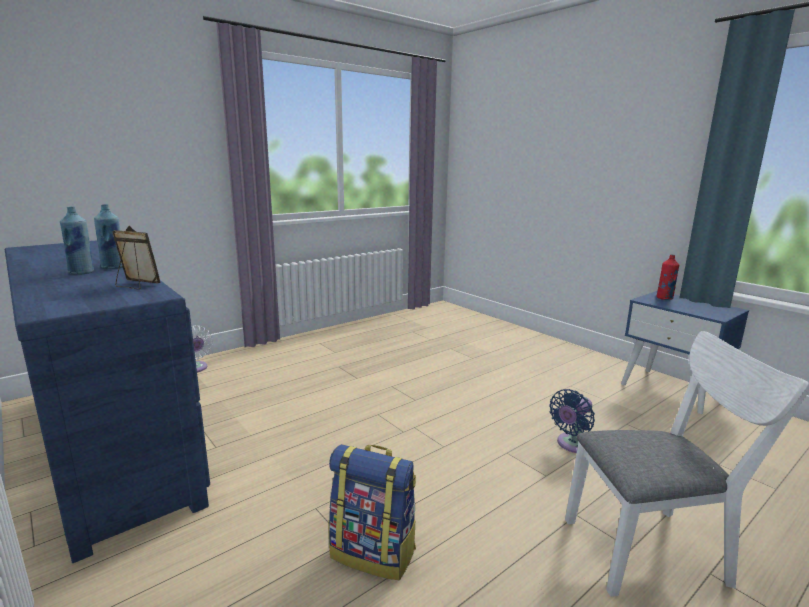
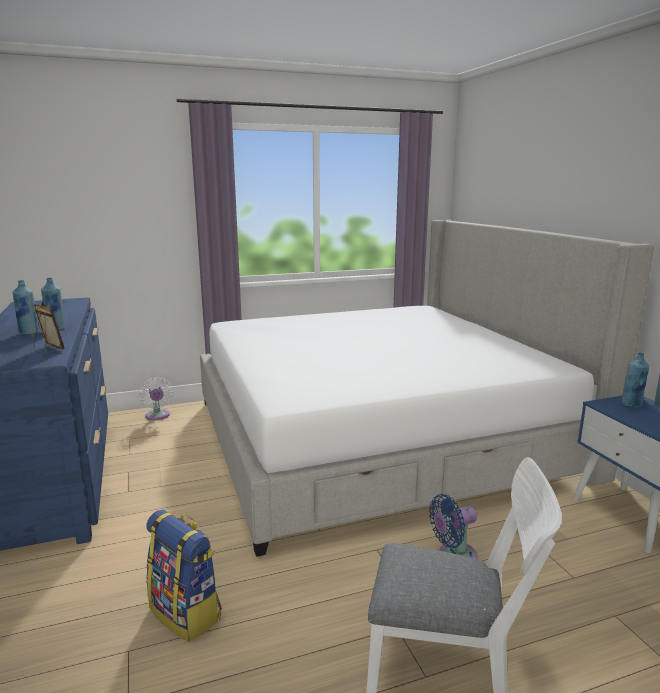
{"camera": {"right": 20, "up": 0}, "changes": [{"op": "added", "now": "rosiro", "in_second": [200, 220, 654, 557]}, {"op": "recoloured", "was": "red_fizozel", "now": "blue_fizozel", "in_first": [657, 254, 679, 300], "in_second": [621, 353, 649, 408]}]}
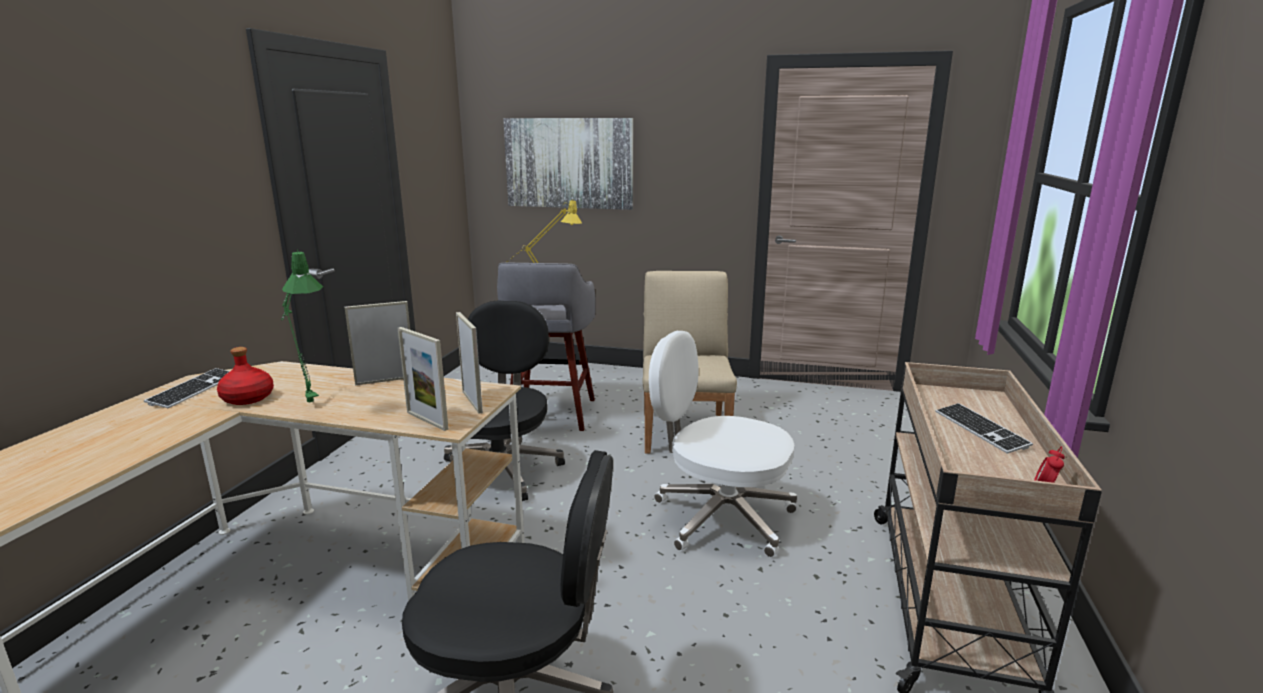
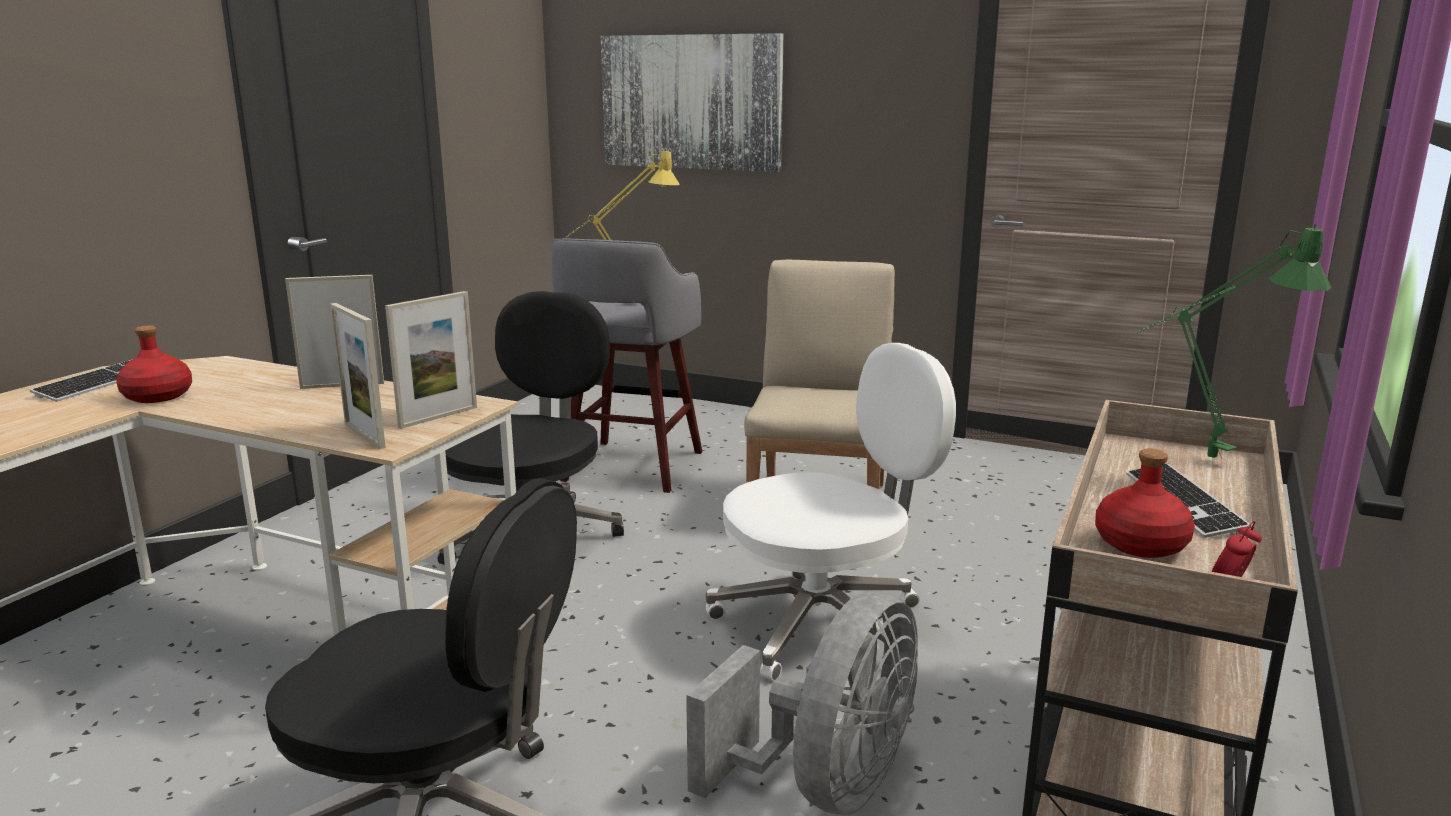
{"camera": {"right": 10, "up": 0}, "changes": [{"op": "added", "now": "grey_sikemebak", "in_second": [686, 592, 918, 815]}, {"op": "added", "now": "red_fizozel", "in_second": [1095, 449, 1195, 558]}, {"op": "moved", "was": "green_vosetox", "in_first": [281, 250, 323, 402], "in_second": [1137, 224, 1331, 458]}, {"op": "turned", "was": "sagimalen", "in_first": [456, 312, 483, 414], "in_second": [385, 291, 477, 429], "clockwise": 60}, {"op": "turned", "was": "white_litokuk", "in_first": [649, 331, 797, 558], "in_second": [706, 343, 956, 681], "clockwise": 120}]}
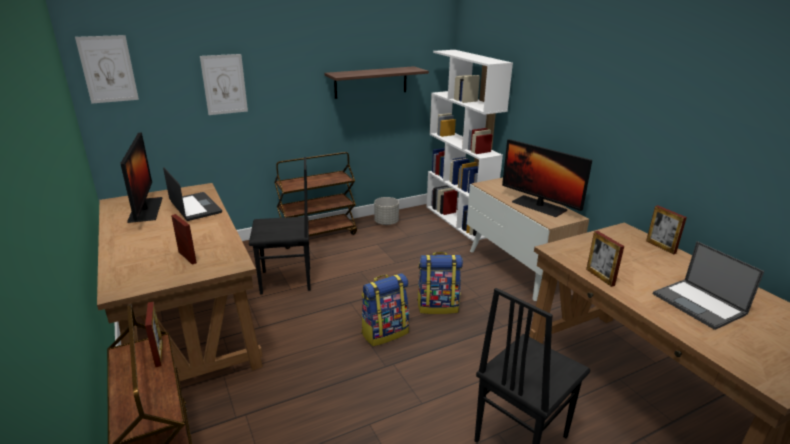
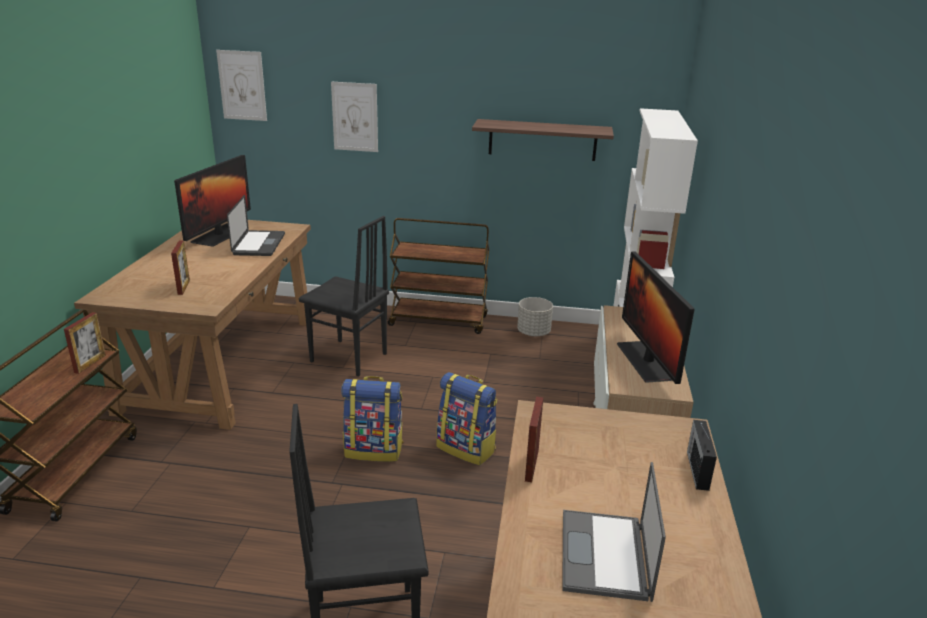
{"camera": {"right": 35, "up": 0}, "changes": [{"op": "replaced", "was": "sagimalen", "now": "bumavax", "in_first": [646, 205, 687, 255], "in_second": [687, 420, 717, 491]}]}
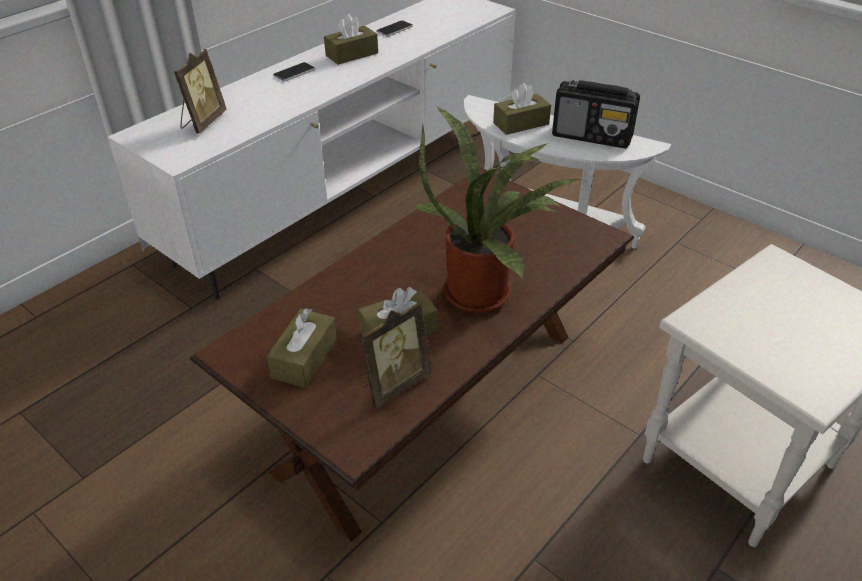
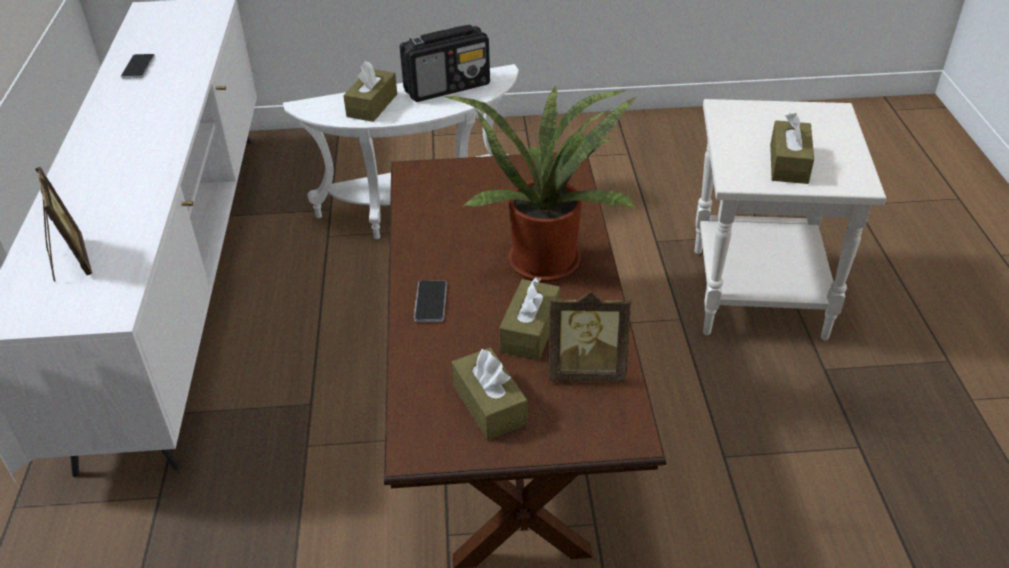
{"camera": {"right": -45, "up": 0}, "changes": [{"op": "moved", "was": "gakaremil", "in_first": [273, 62, 315, 82], "in_second": [414, 280, 447, 322]}, {"op": "moved", "was": "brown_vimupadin", "in_first": [324, 14, 378, 65], "in_second": [770, 113, 814, 184]}, {"op": "turned", "was": "sagimalen", "in_first": [359, 300, 431, 409], "in_second": [549, 291, 631, 382], "clockwise": 90}]}
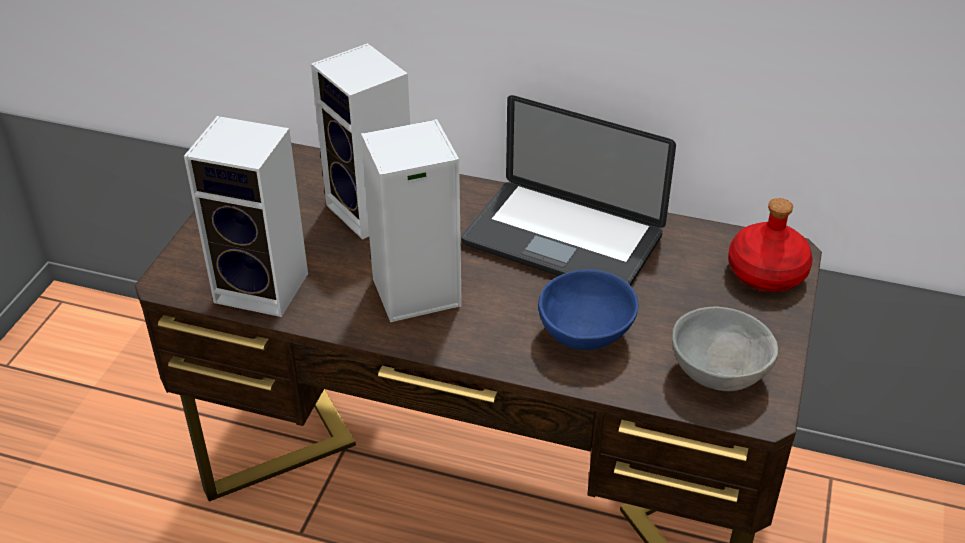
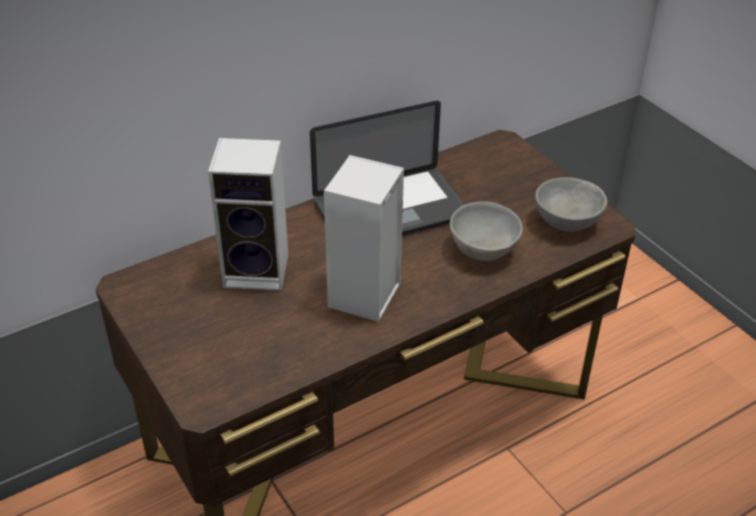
{"camera": {"right": -50, "up": 0}, "changes": [{"op": "removed", "was": "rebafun", "in_first": [184, 116, 308, 317]}, {"op": "removed", "was": "red_fizozel", "in_first": [728, 198, 813, 292]}, {"op": "recoloured", "was": "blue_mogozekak", "now": "grey_mogozekak", "in_first": [538, 269, 639, 350], "in_second": [450, 202, 523, 261]}]}
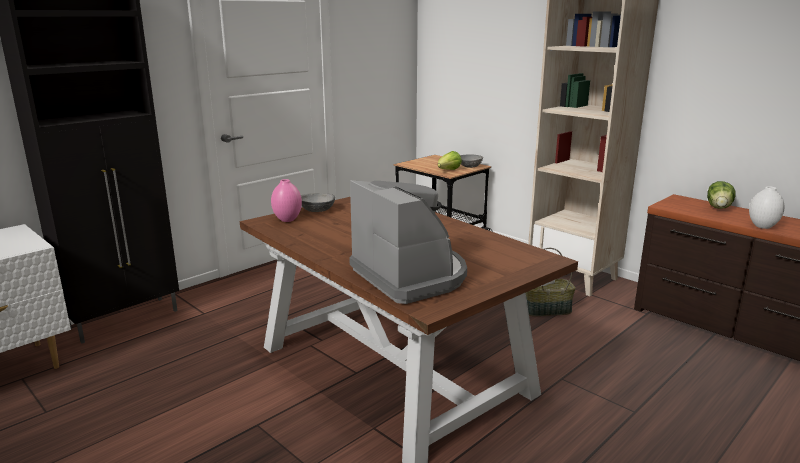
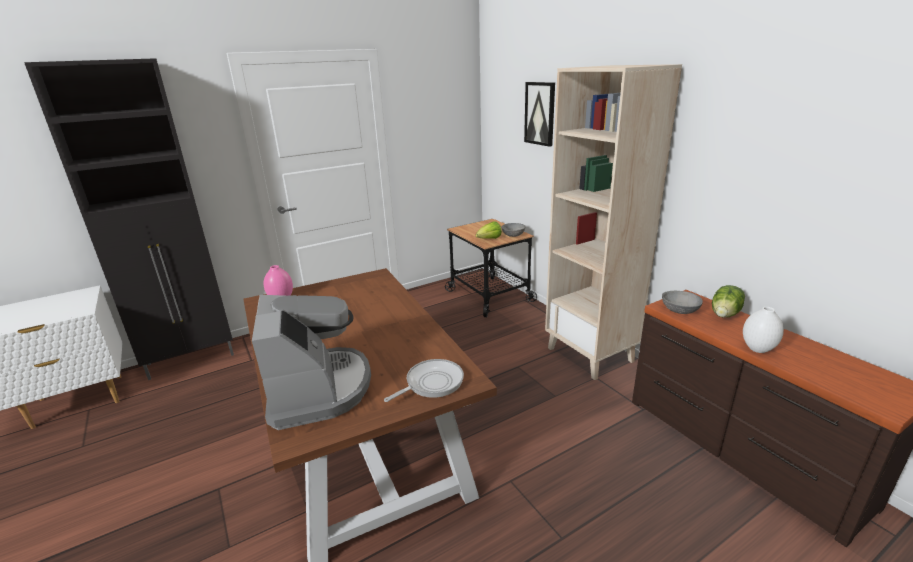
{"camera": {"right": 15, "up": 5}, "changes": [{"op": "removed", "was": "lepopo", "in_first": [525, 248, 576, 316]}, {"op": "added", "now": "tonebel", "in_second": [384, 359, 464, 402]}, {"op": "added", "now": "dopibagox", "in_second": [524, 82, 555, 147]}, {"op": "moved", "was": "grey_mogozekak", "in_first": [301, 193, 335, 212], "in_second": [662, 291, 703, 314]}]}
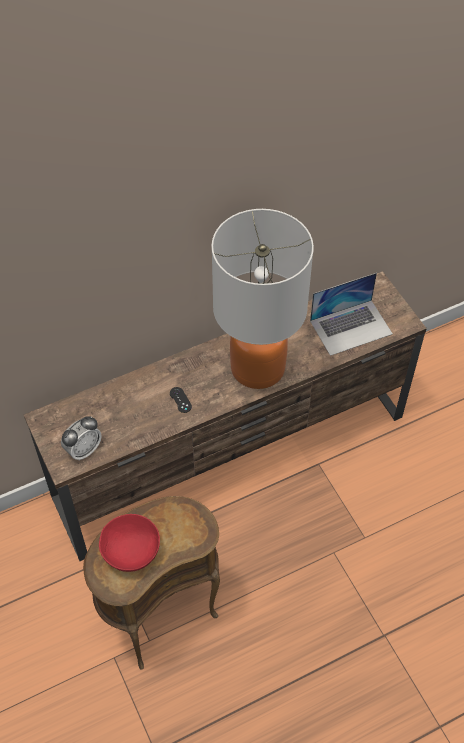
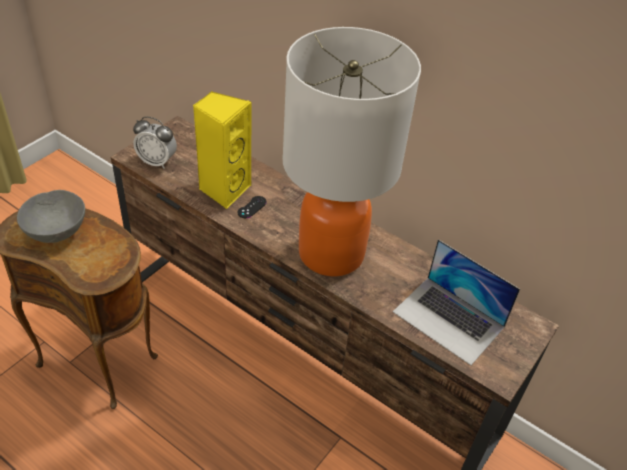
{"camera": {"right": 60, "up": -10}, "changes": [{"op": "added", "now": "yellow_rebafun", "in_second": [193, 91, 252, 209]}, {"op": "recoloured", "was": "red_mogozekak", "now": "grey_mogozekak", "in_first": [99, 514, 160, 572], "in_second": [17, 190, 85, 243]}]}
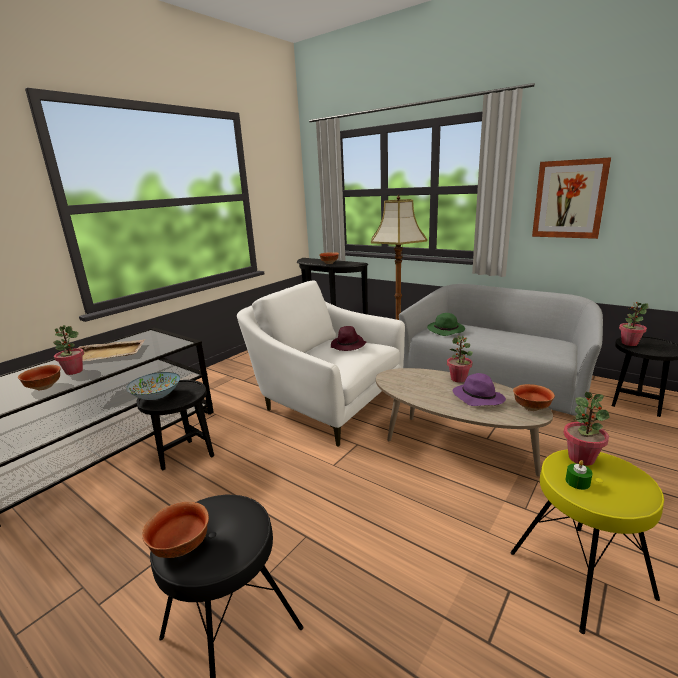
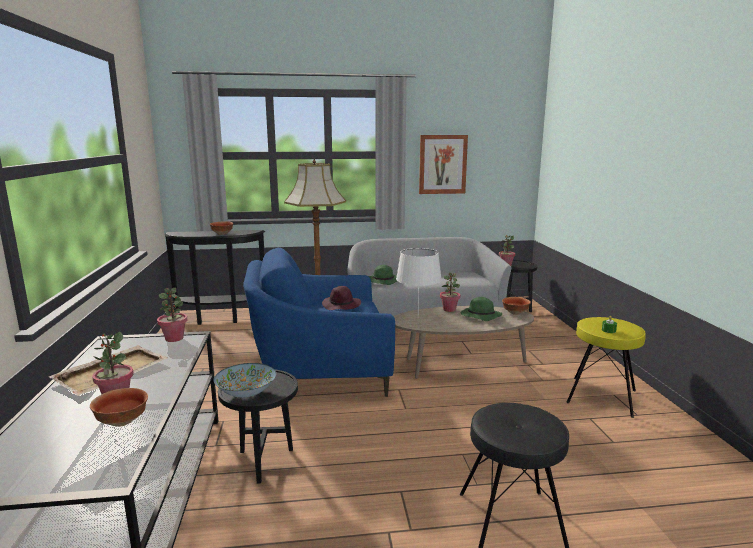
{"camera": {"right": -45, "up": -5}, "changes": [{"op": "removed", "was": "mogozekak", "in_first": [142, 502, 209, 558]}, {"op": "added", "now": "white_vosetox", "in_second": [396, 248, 442, 309]}, {"op": "moved", "was": "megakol", "in_first": [563, 392, 610, 466], "in_second": [157, 288, 187, 342]}, {"op": "recoloured", "was": "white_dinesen", "now": "blue_dinesen", "in_first": [237, 280, 405, 447], "in_second": [243, 248, 395, 397]}, {"op": "recoloured", "was": "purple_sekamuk", "now": "green_sekamuk", "in_first": [453, 373, 506, 406], "in_second": [461, 297, 502, 321]}]}
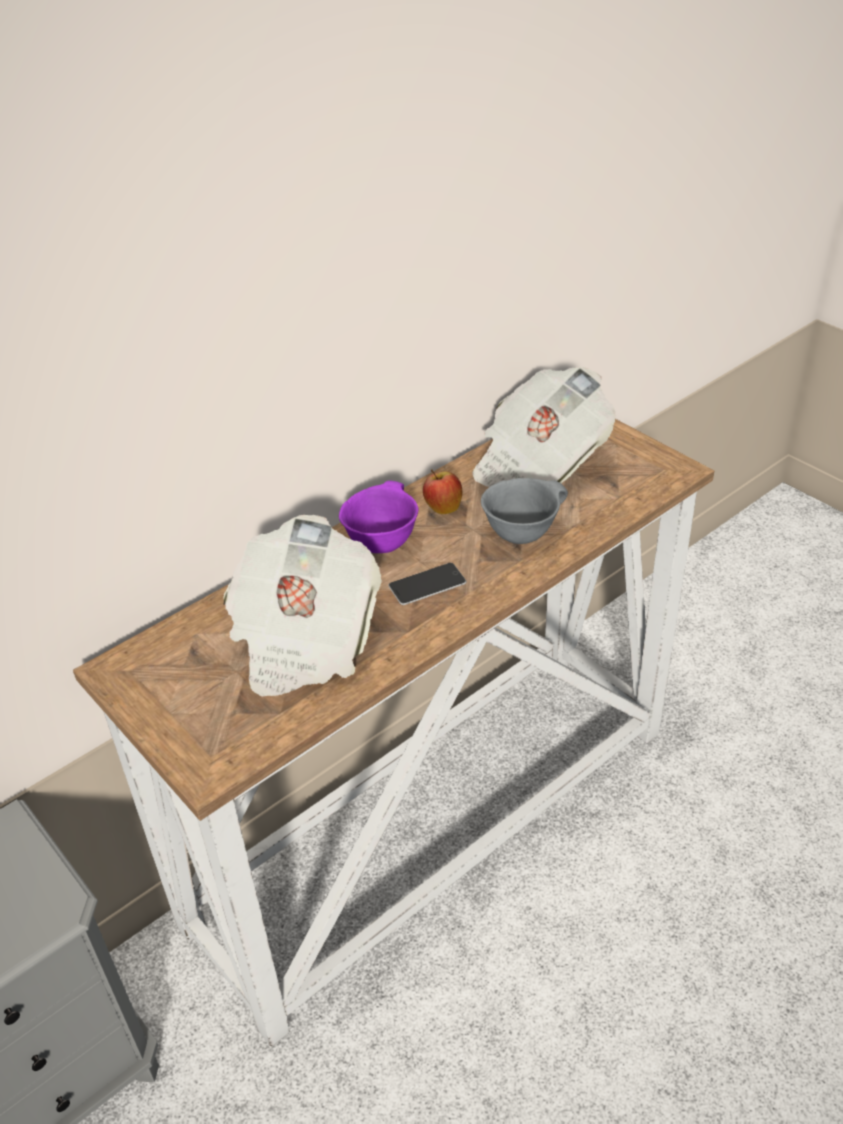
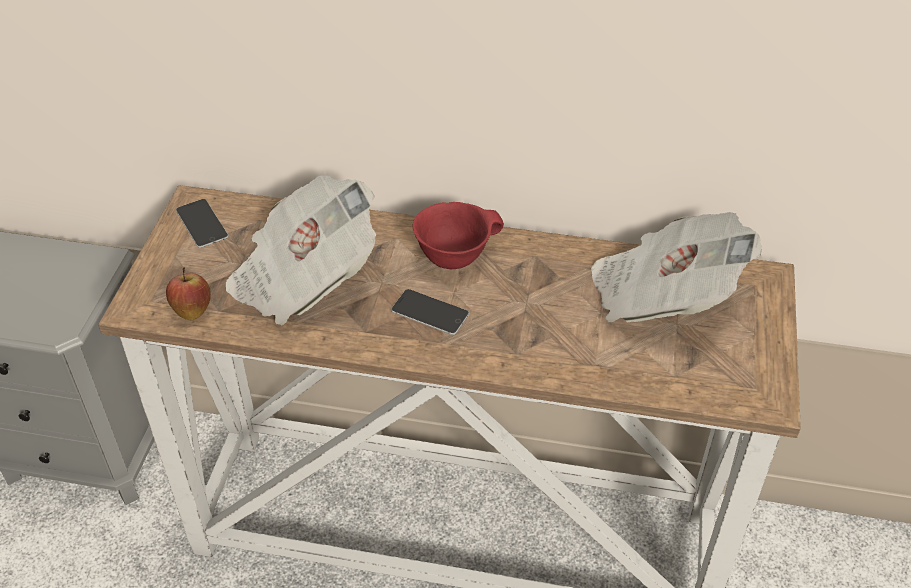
{"camera": {"right": 50, "up": 5}, "changes": [{"op": "removed", "was": "grey_mogozekak", "in_first": [481, 478, 568, 544]}, {"op": "added", "now": "gakaremil", "in_second": [176, 199, 228, 248]}, {"op": "moved", "was": "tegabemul", "in_first": [423, 469, 462, 514], "in_second": [166, 268, 211, 320]}, {"op": "recoloured", "was": "purple_mogozekak", "now": "red_mogozekak", "in_first": [339, 481, 419, 553], "in_second": [413, 202, 504, 269]}]}
